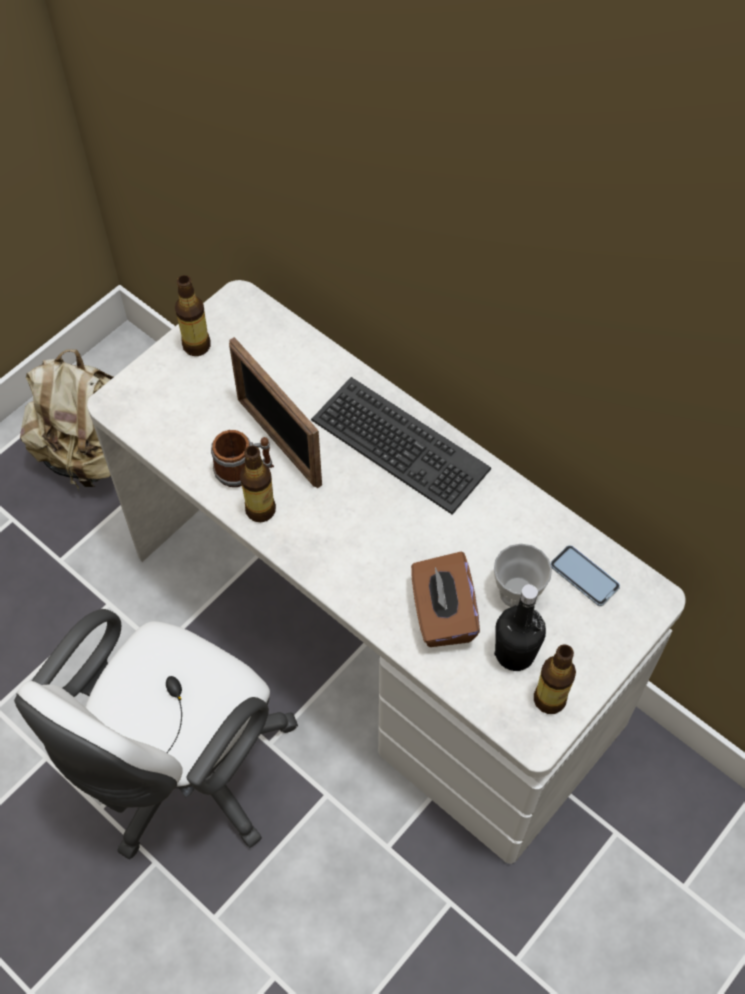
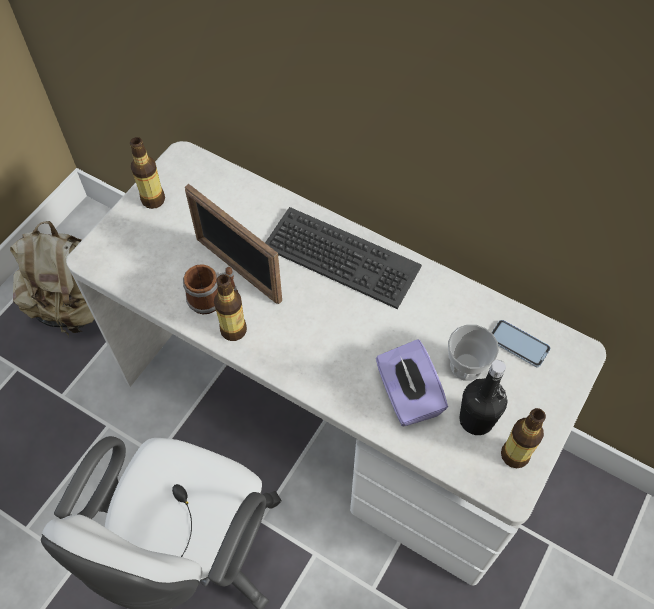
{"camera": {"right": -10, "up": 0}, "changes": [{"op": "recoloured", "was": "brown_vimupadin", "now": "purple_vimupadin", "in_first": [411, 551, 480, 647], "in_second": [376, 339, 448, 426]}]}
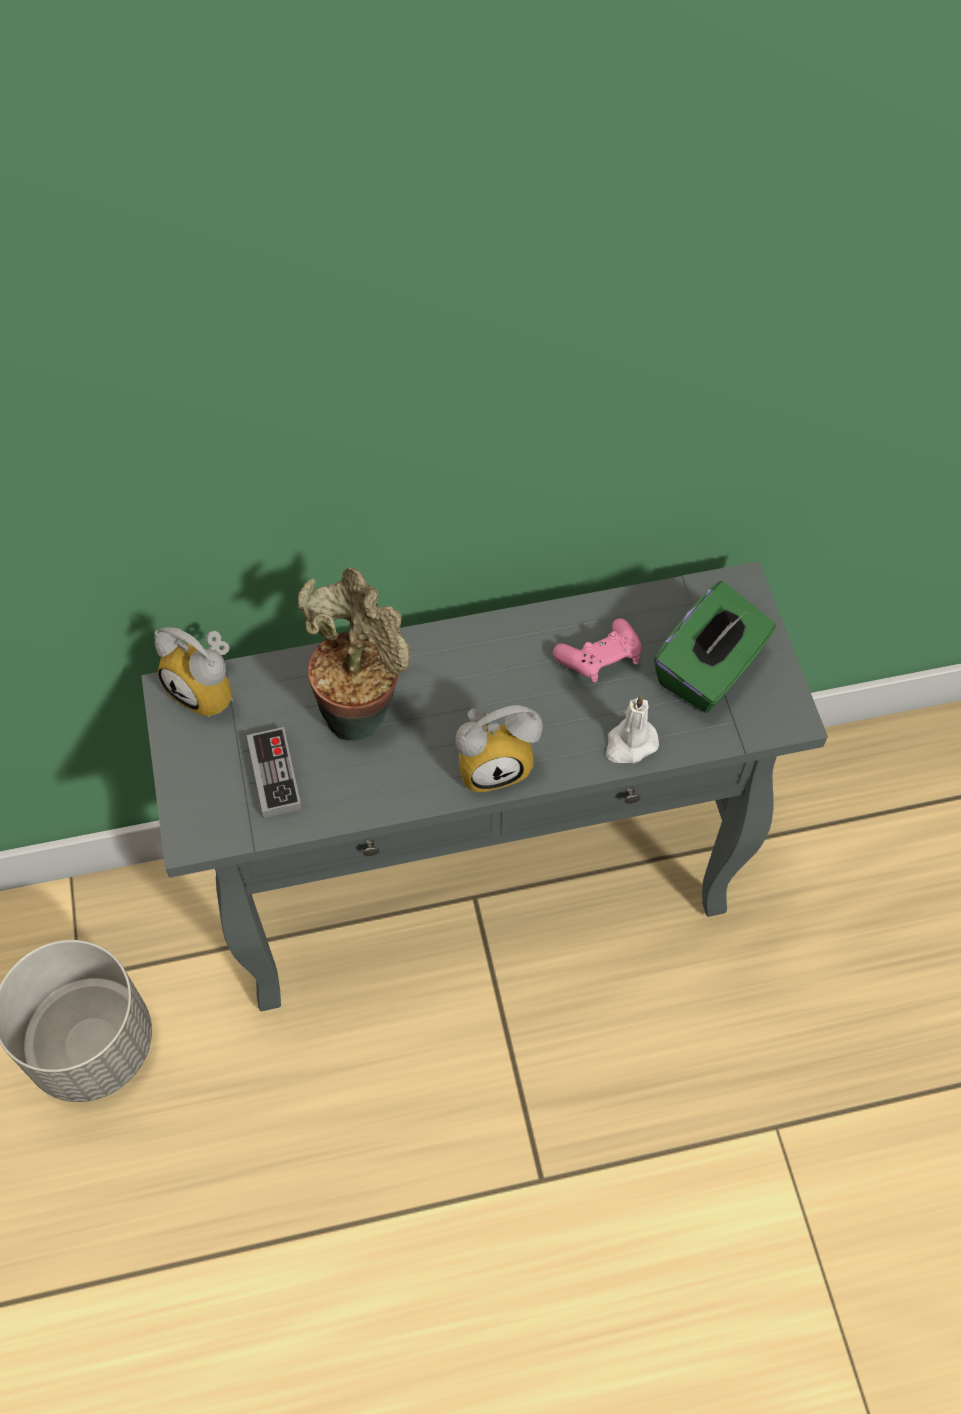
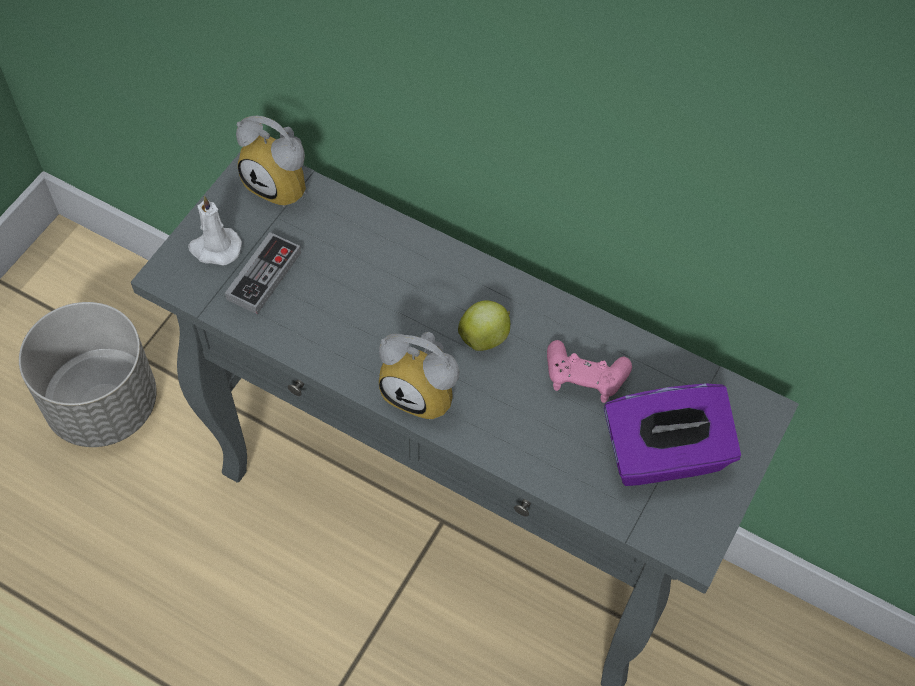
{"camera": {"right": 40, "up": 0}, "changes": [{"op": "removed", "was": "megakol", "in_first": [298, 567, 410, 741]}, {"op": "added", "now": "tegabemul", "in_second": [458, 300, 510, 351]}, {"op": "moved", "was": "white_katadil", "in_first": [606, 695, 659, 763], "in_second": [188, 196, 242, 265]}, {"op": "recoloured", "was": "green_vimupadin", "now": "purple_vimupadin", "in_first": [654, 581, 776, 713], "in_second": [604, 383, 741, 486]}, {"op": "turned", "was": "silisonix", "in_first": [154, 627, 234, 717], "in_second": [236, 116, 306, 208], "clockwise": -45}]}
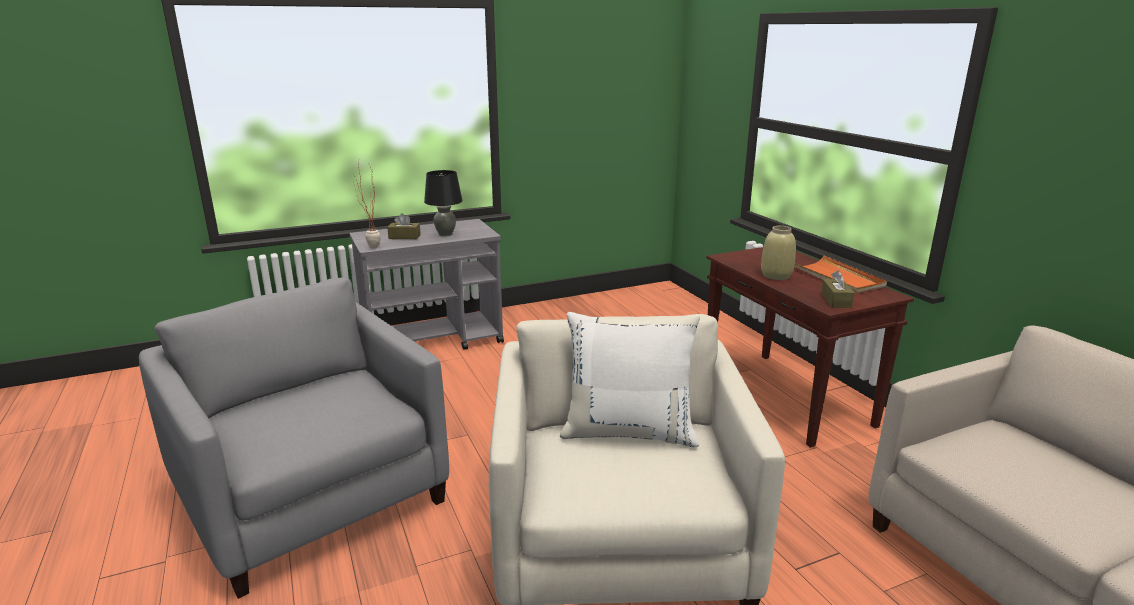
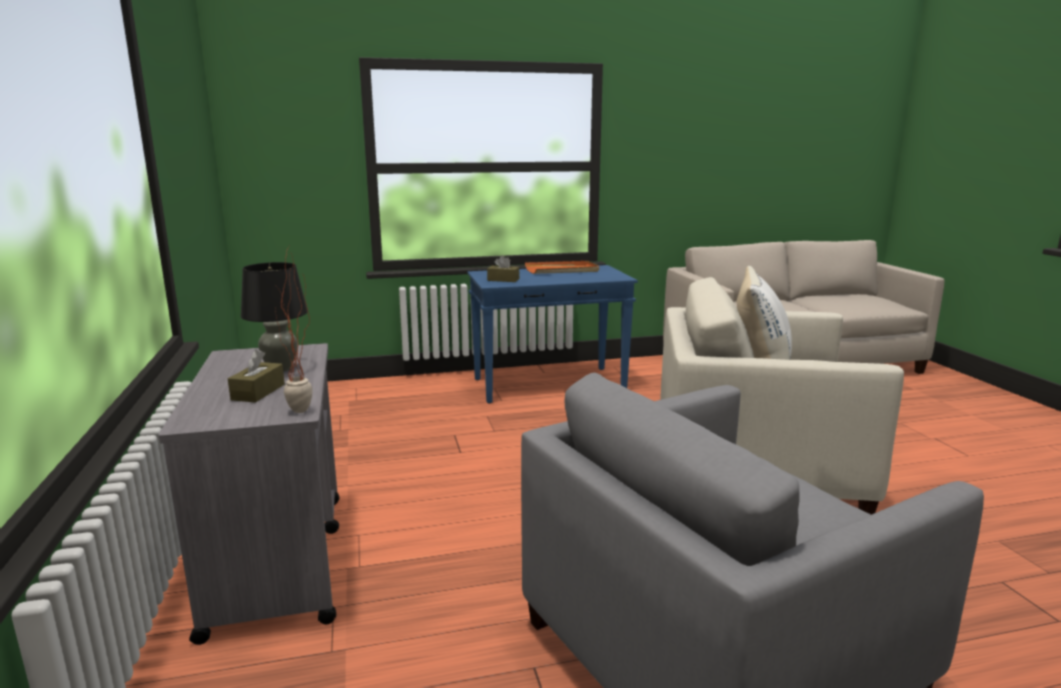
{"camera": {"right": -80, "up": -5}, "changes": [{"op": "removed", "was": "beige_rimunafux", "in_first": [761, 226, 796, 280]}, {"op": "moved", "was": "brown_vimupadin", "in_first": [821, 270, 854, 308], "in_second": [487, 255, 519, 282]}, {"op": "recoloured", "was": "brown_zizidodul", "now": "blue_zizidodul", "in_first": [707, 247, 914, 448], "in_second": [467, 265, 638, 404]}]}
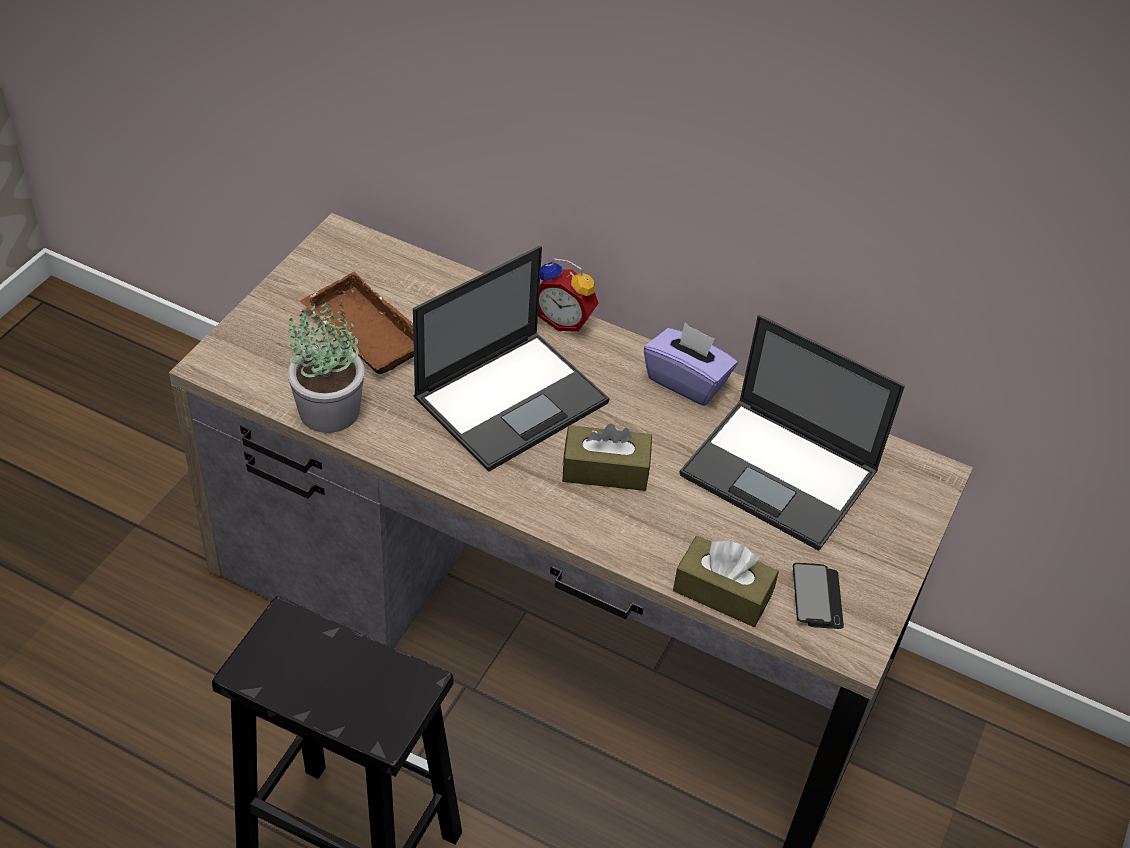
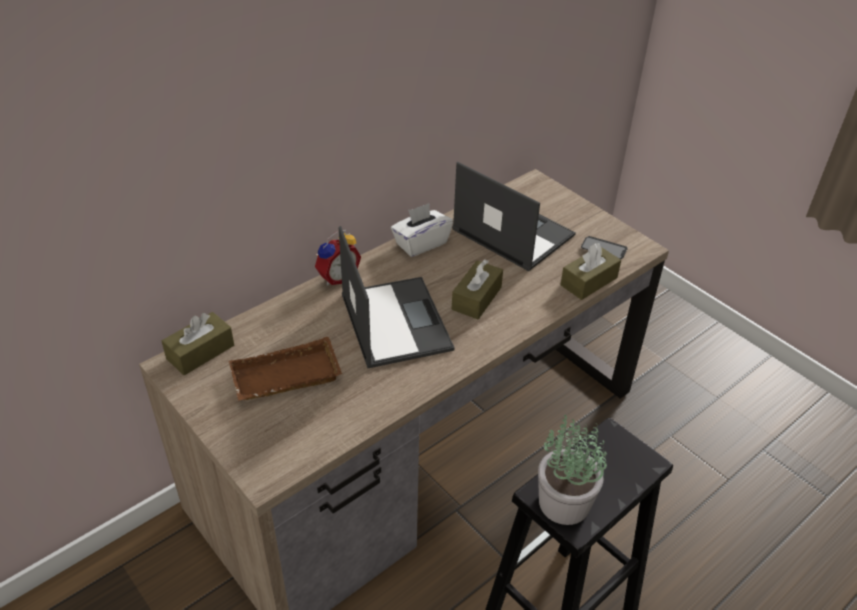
{"camera": {"right": -65, "up": -5}, "changes": [{"op": "added", "now": "brown_vimupadin", "in_second": [162, 312, 234, 375]}, {"op": "moved", "was": "megakol", "in_first": [287, 300, 364, 433], "in_second": [538, 414, 607, 525]}, {"op": "recoloured", "was": "purple_vimupadin", "now": "white_vimupadin", "in_first": [644, 323, 738, 406], "in_second": [391, 203, 453, 257]}, {"op": "turned", "was": "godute", "in_first": [679, 315, 905, 551], "in_second": [452, 162, 576, 271], "clockwise": -105}]}
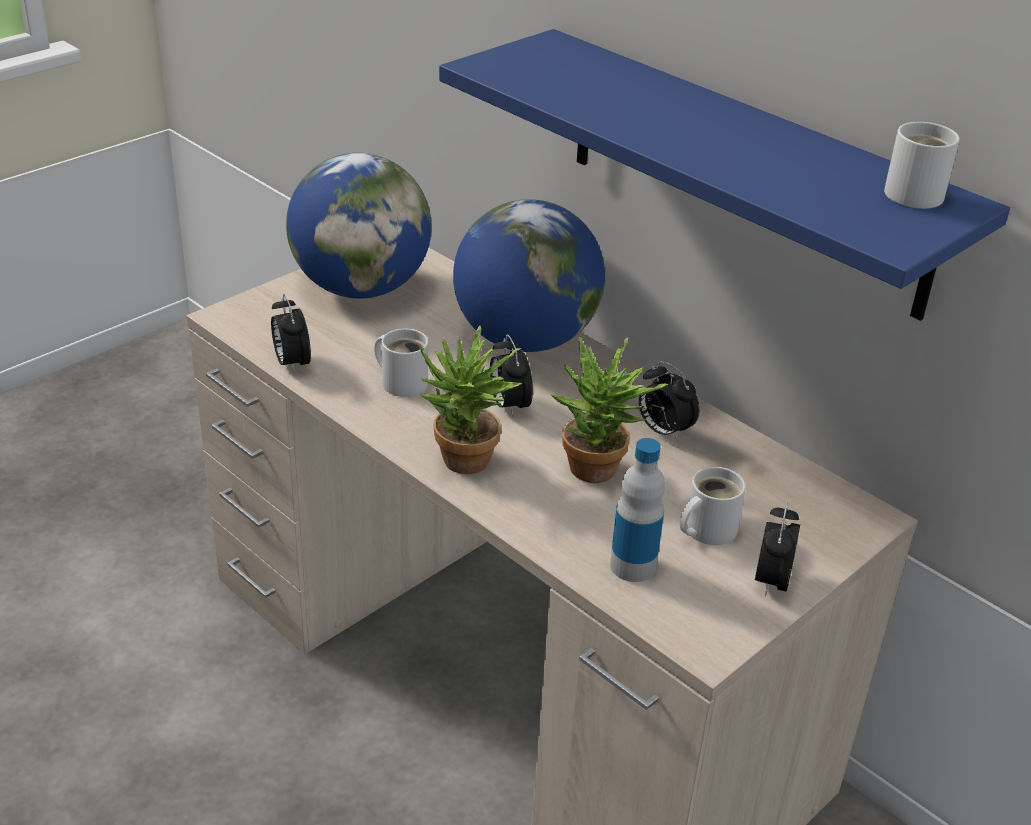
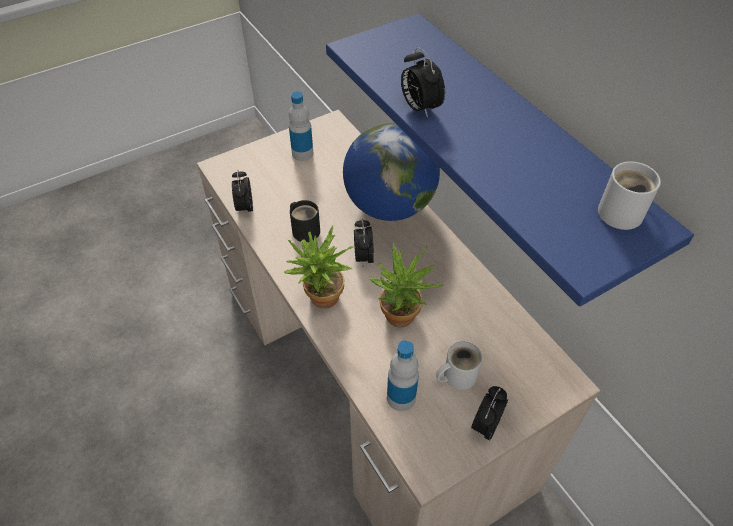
{"camera": {"right": 15, "up": 15}, "changes": [{"op": "moved", "was": "silisonix", "in_first": [639, 361, 699, 442], "in_second": [401, 47, 445, 118]}, {"op": "replaced", "was": "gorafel", "now": "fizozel", "in_first": [286, 153, 431, 298], "in_second": [289, 91, 313, 161]}, {"op": "recoloured", "was": "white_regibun", "now": "black_regibun", "in_first": [374, 329, 428, 397], "in_second": [290, 200, 320, 242]}]}
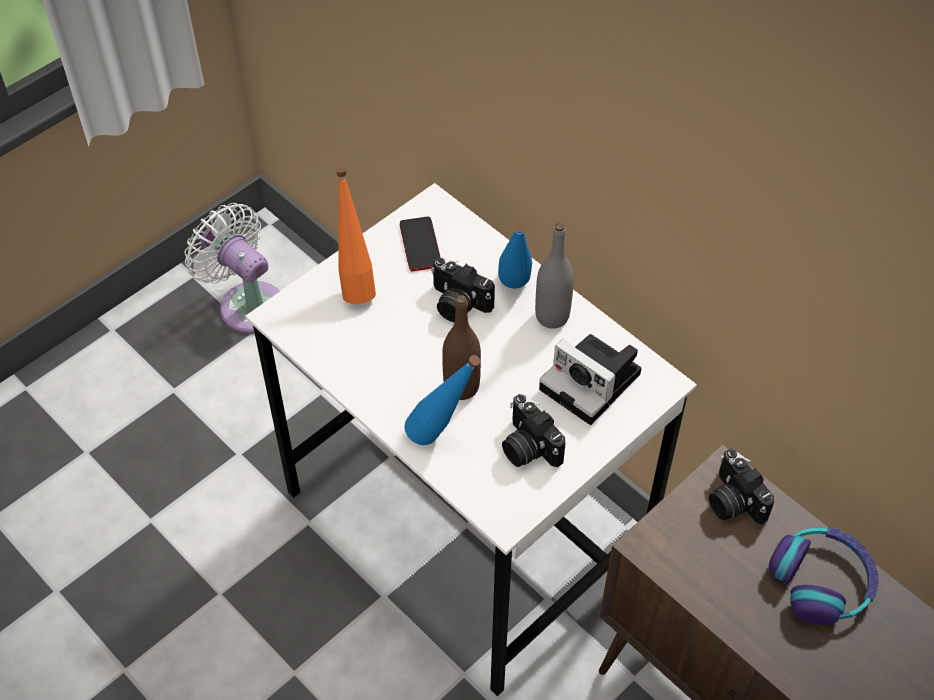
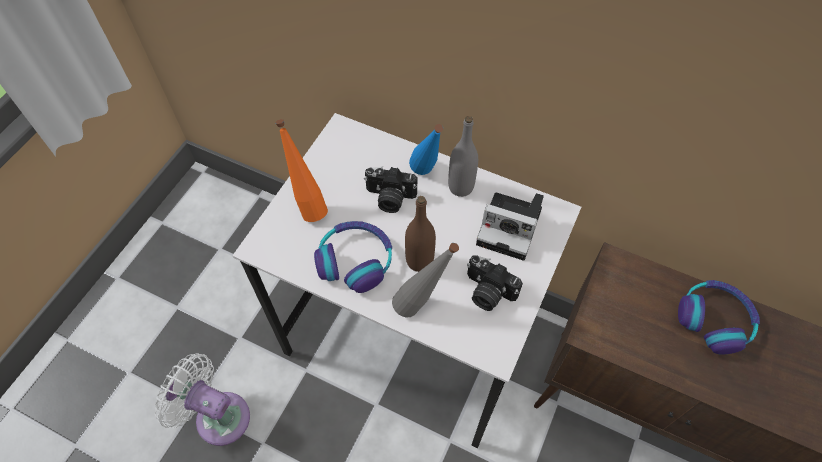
{"camera": {"right": -20, "up": 5}, "changes": [{"op": "removed", "was": "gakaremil", "in_first": [400, 216, 441, 272]}, {"op": "removed", "was": "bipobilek", "in_first": [709, 449, 774, 524]}, {"op": "added", "now": "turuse", "in_second": [314, 221, 392, 293]}, {"op": "moved", "was": "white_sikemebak", "in_first": [185, 203, 280, 334], "in_second": [154, 353, 250, 446]}, {"op": "recoloured", "was": "blue_fizozel", "now": "grey_fizozel", "in_first": [404, 355, 480, 445], "in_second": [392, 243, 459, 318]}]}
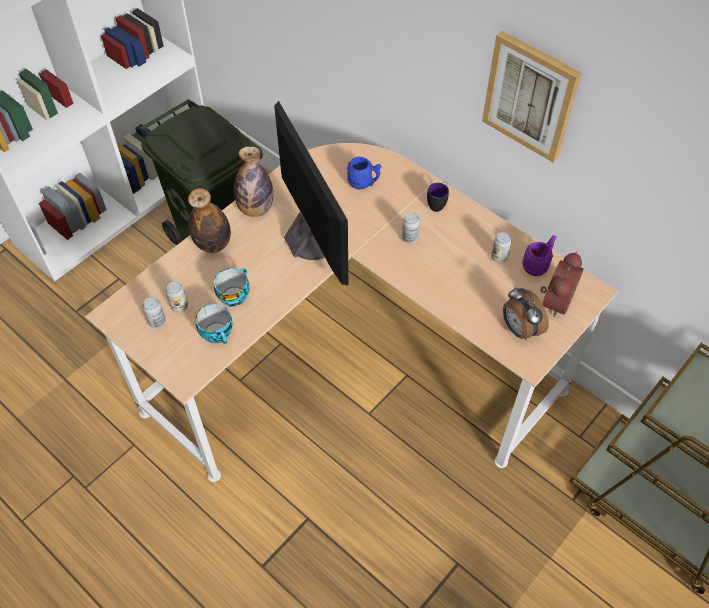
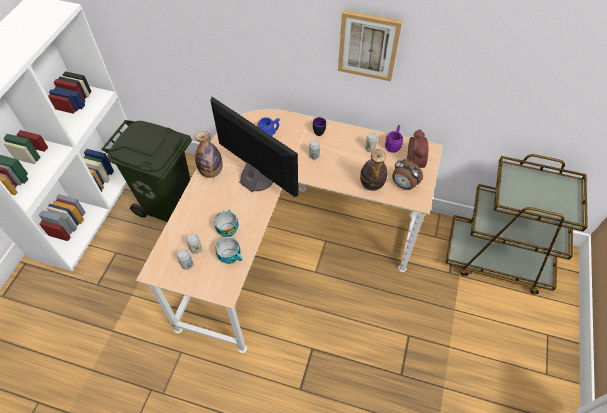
{"camera": {"right": -25, "up": 0}, "changes": [{"op": "moved", "was": "fizozel", "in_first": [188, 188, 231, 253], "in_second": [360, 149, 387, 191]}]}
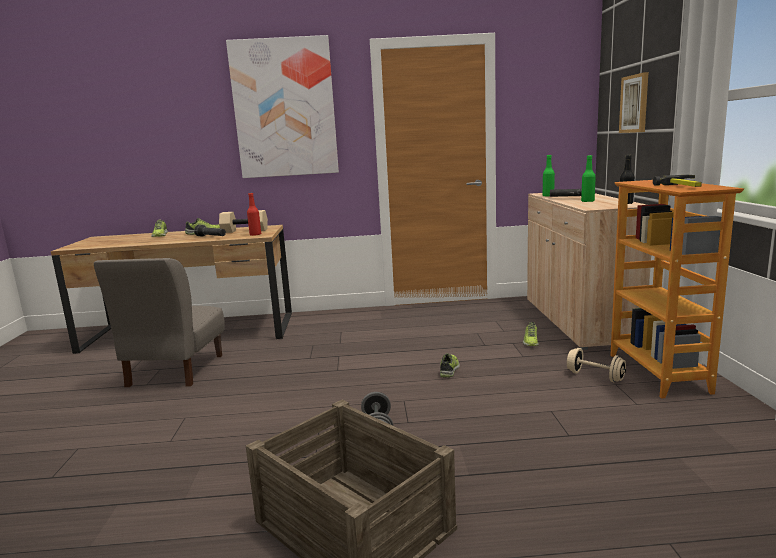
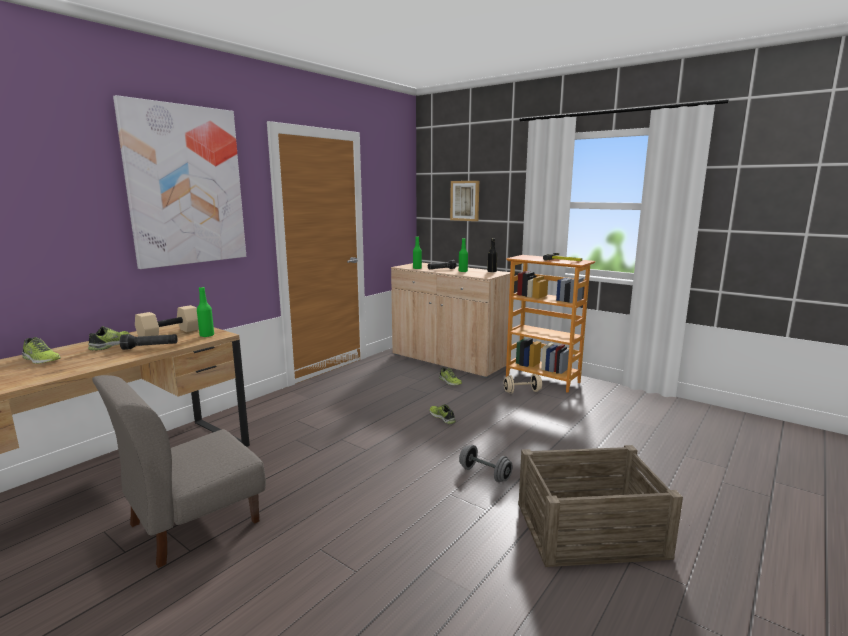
{"camera": {"right": -50, "up": 0}, "changes": [{"op": "recoloured", "was": "red_fizozel", "now": "green_fizozel", "in_first": [247, 193, 261, 236], "in_second": [197, 287, 214, 337]}, {"op": "turned", "was": "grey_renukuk", "in_first": [94, 258, 225, 387], "in_second": [92, 375, 266, 568], "clockwise": 90}]}
